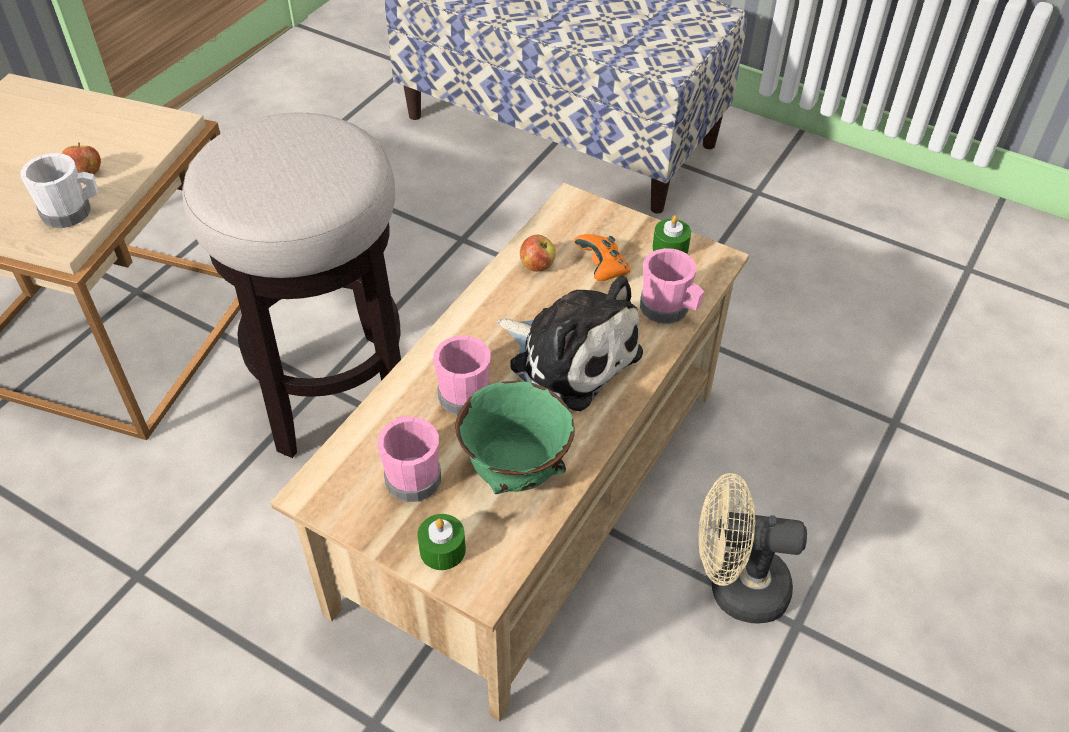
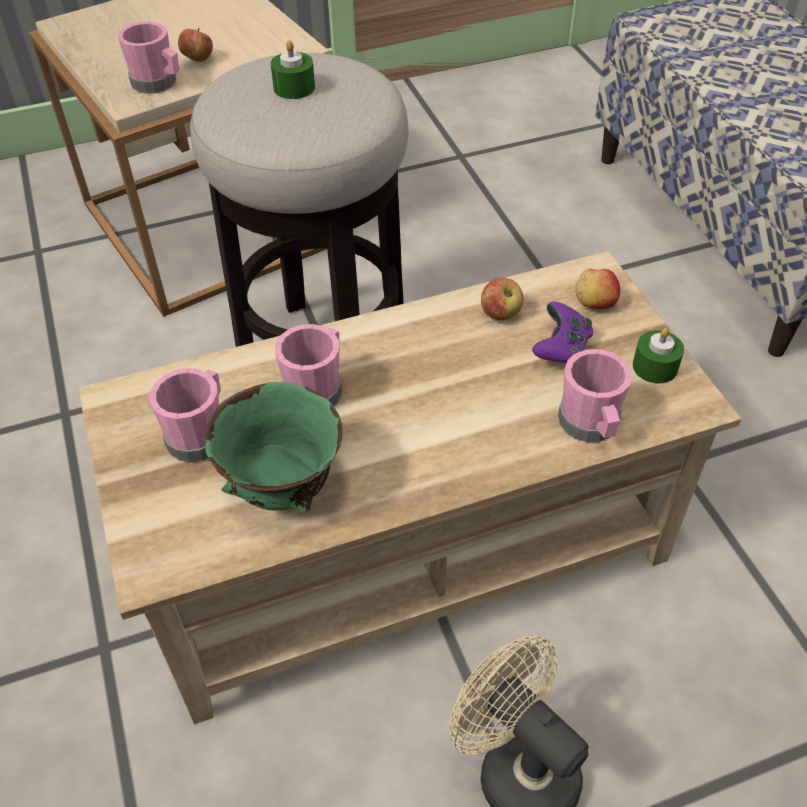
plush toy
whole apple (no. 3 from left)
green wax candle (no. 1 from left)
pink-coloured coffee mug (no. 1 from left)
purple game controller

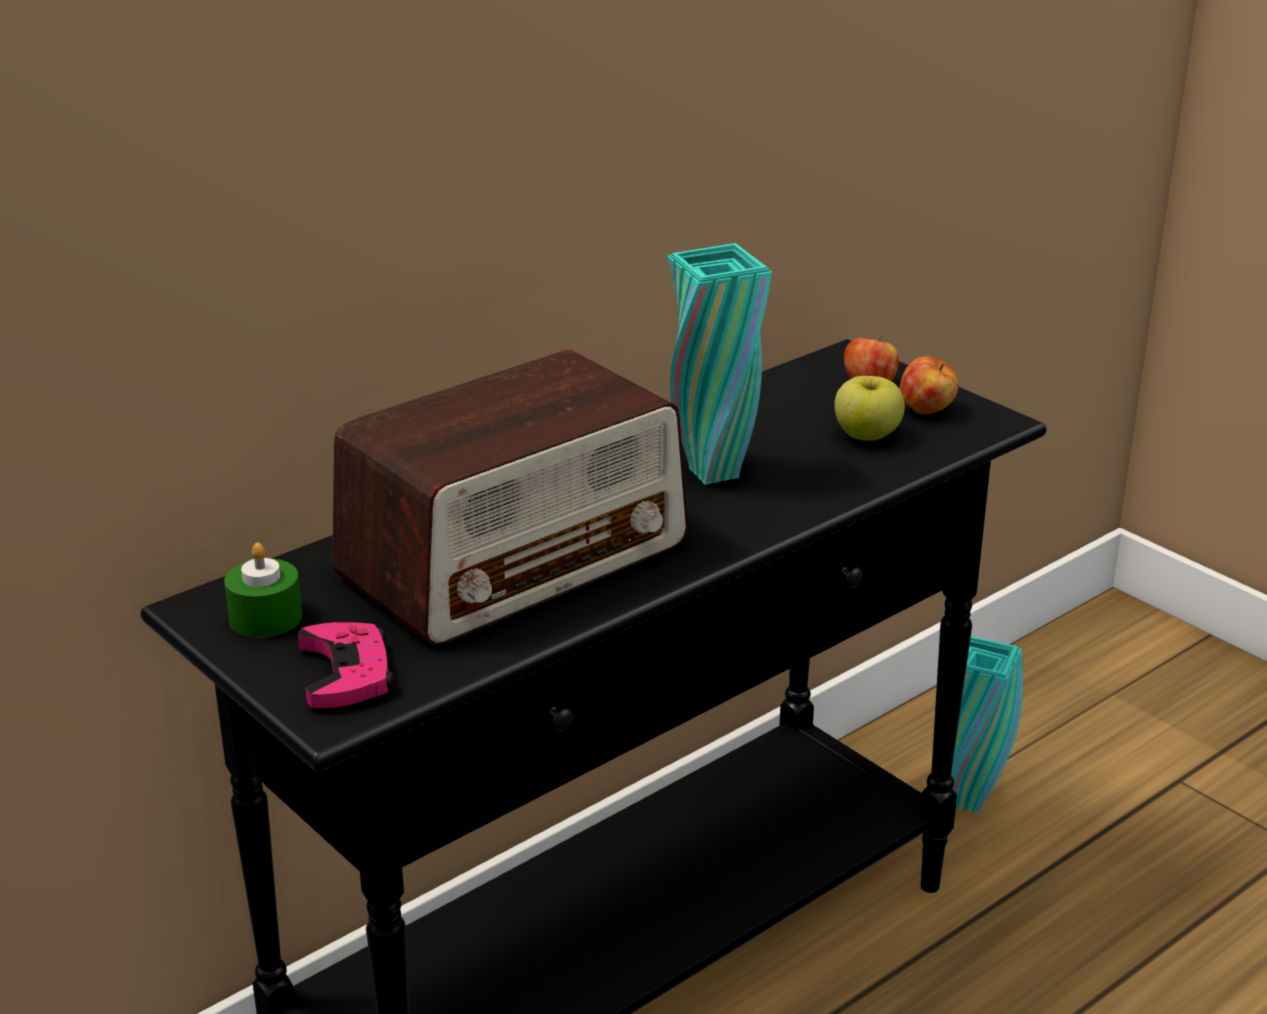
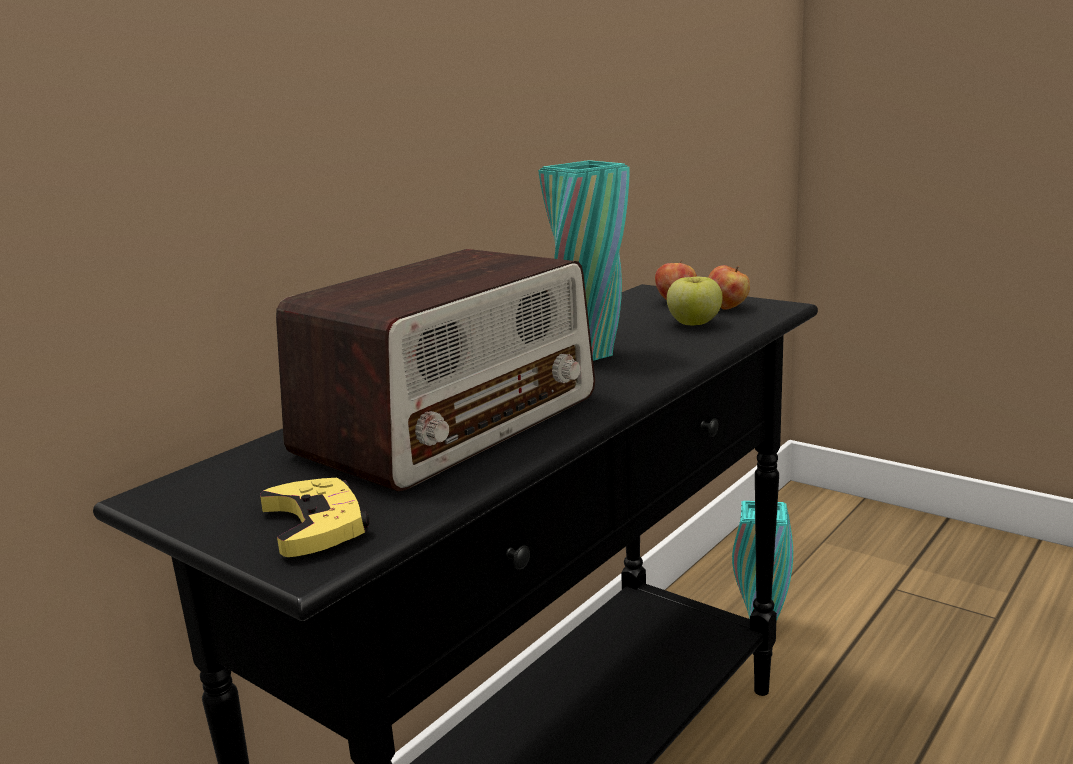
green wax candle
yellowish game controller

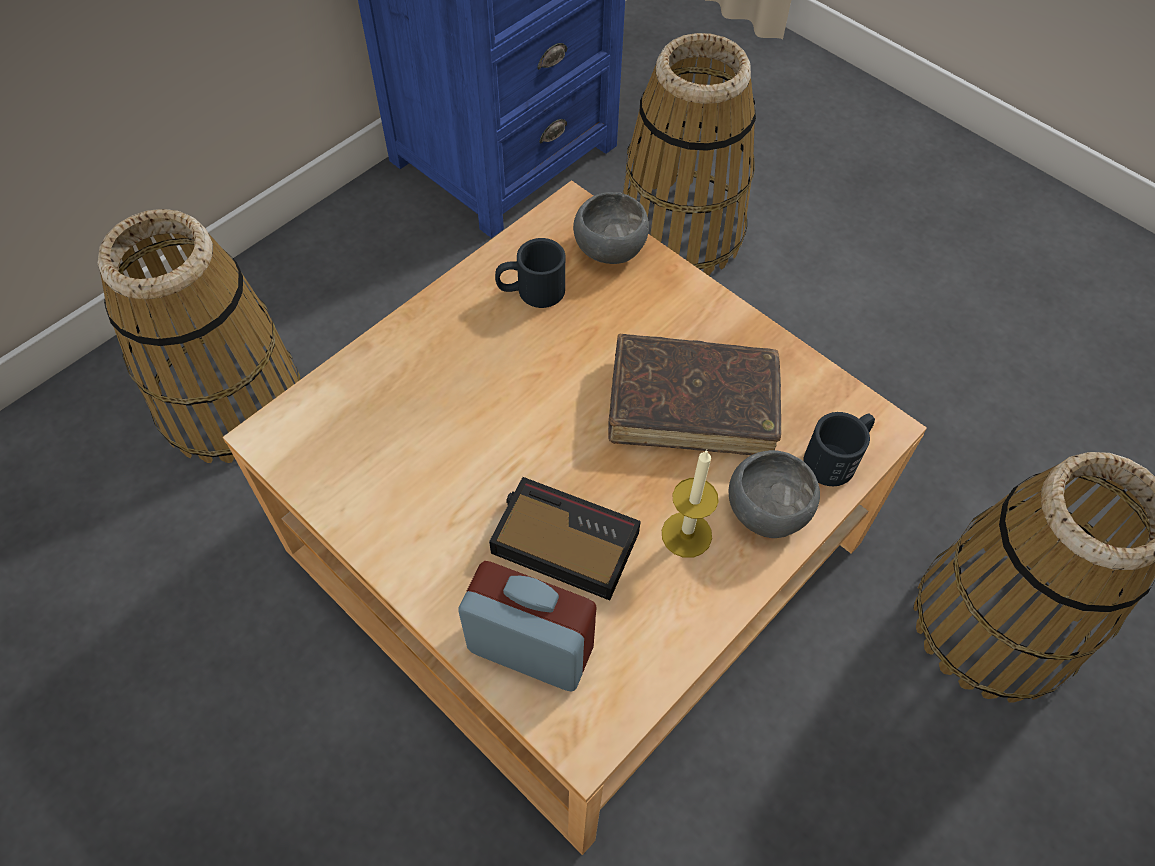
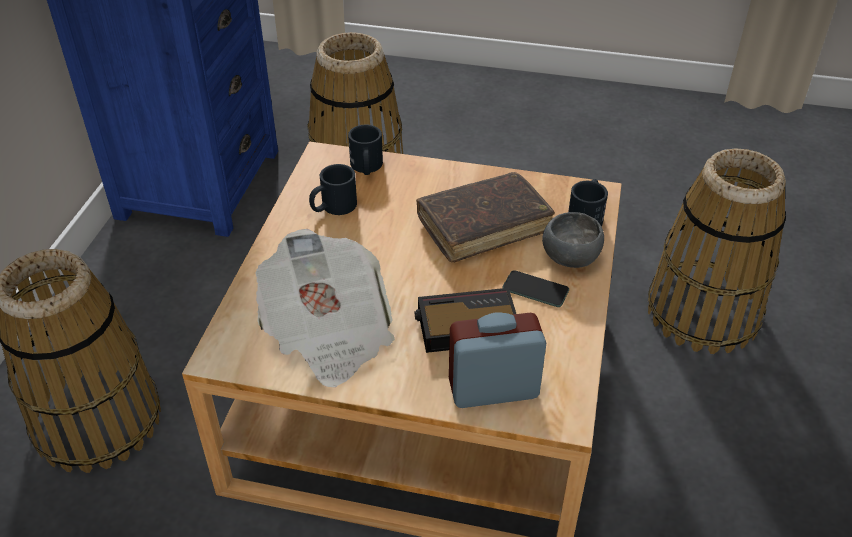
newspaper
blackish coffee mug (no. 2 from left)
telephone

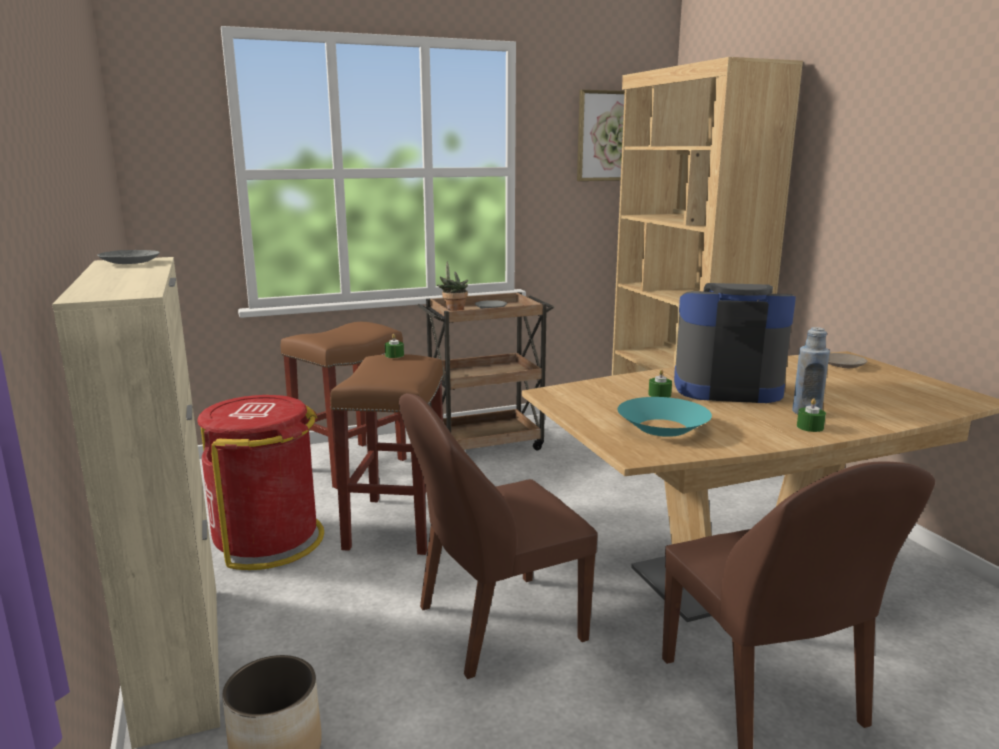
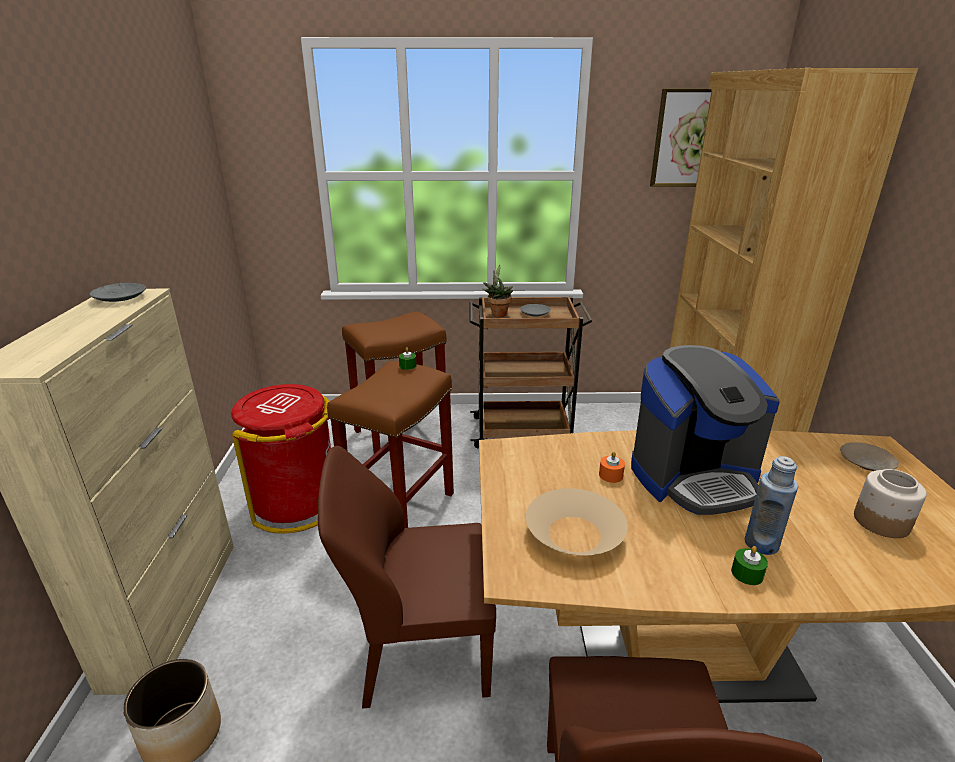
preserve jar
beige-coloured bowl
orangey wax candle
coffee machine

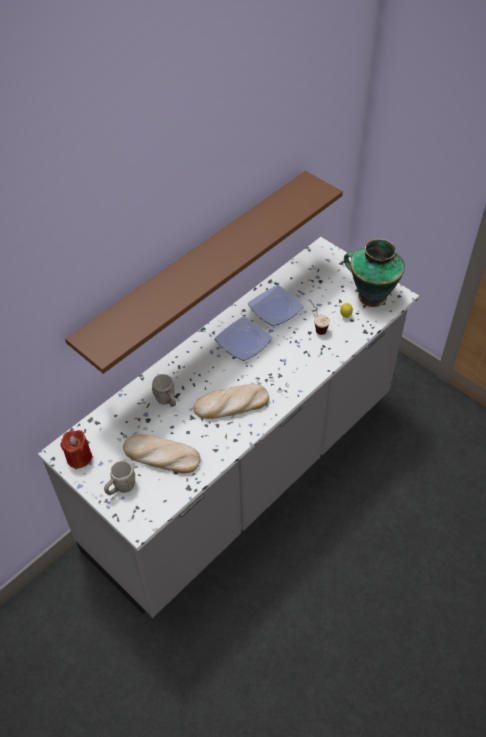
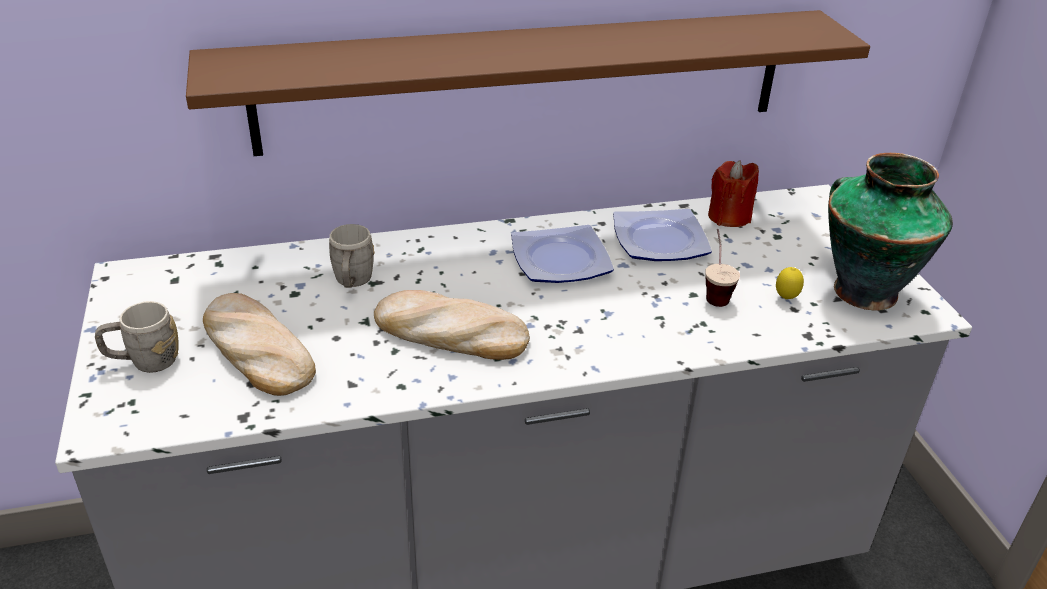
red-coloured wax candle

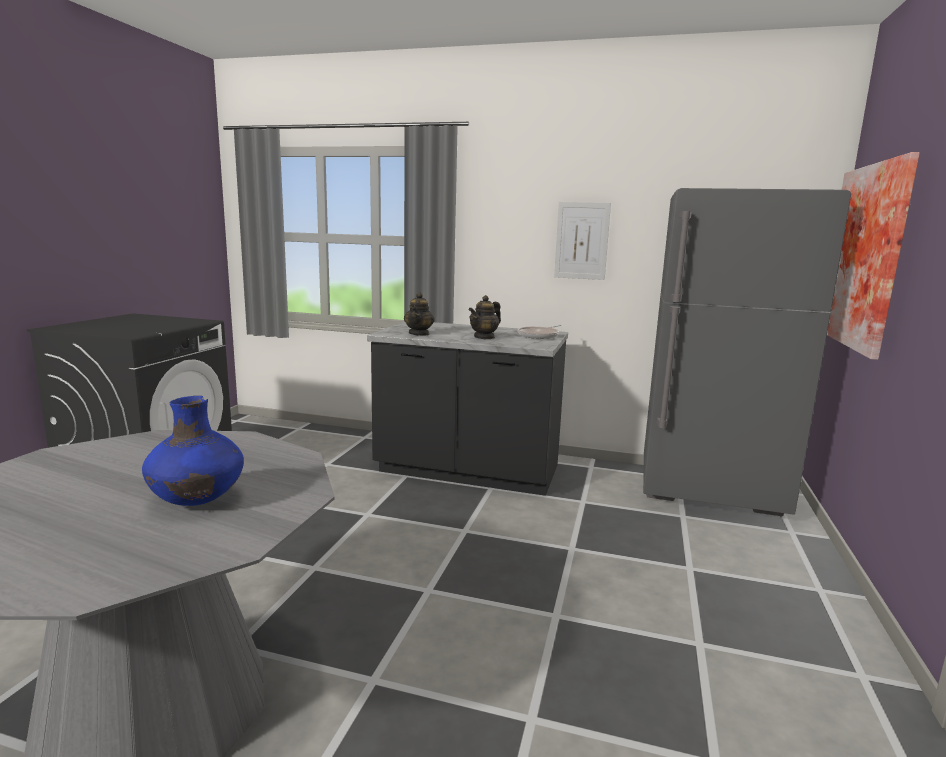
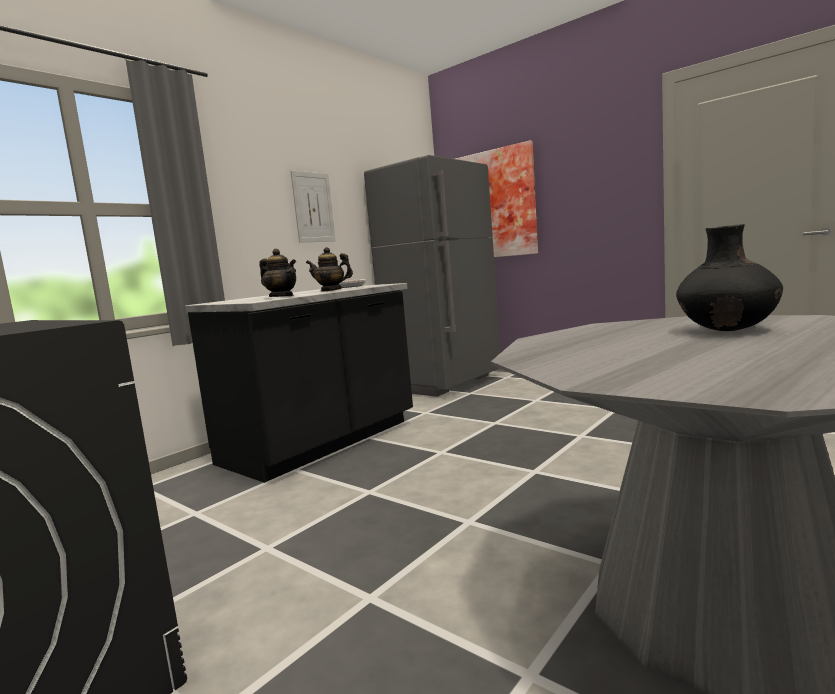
blackish decorative vase
tea pot (no. 2 from left)

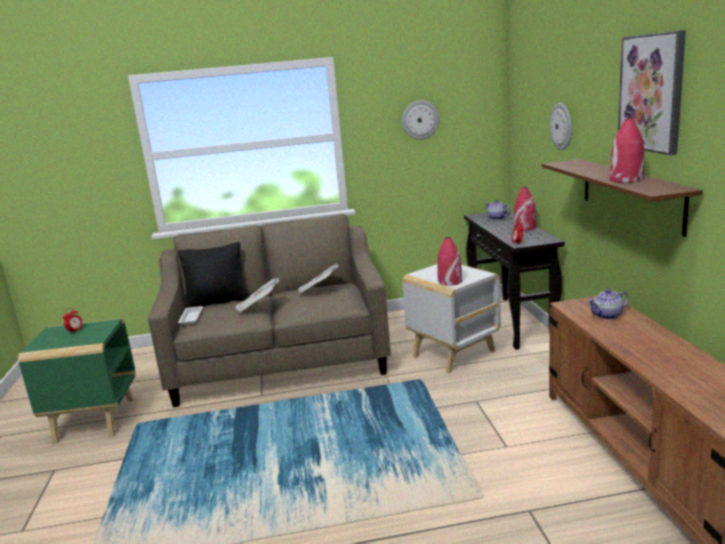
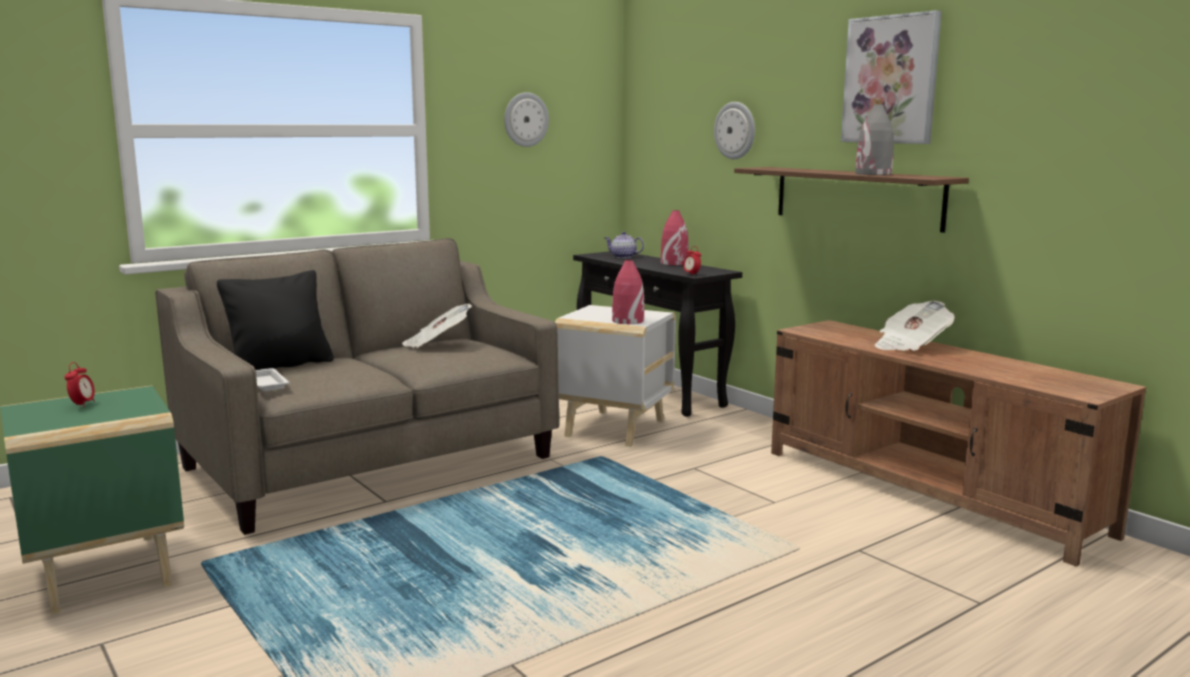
tea pot (no. 2 from left in the first image)
newspaper (no. 2 from left)
greyish decorative vase

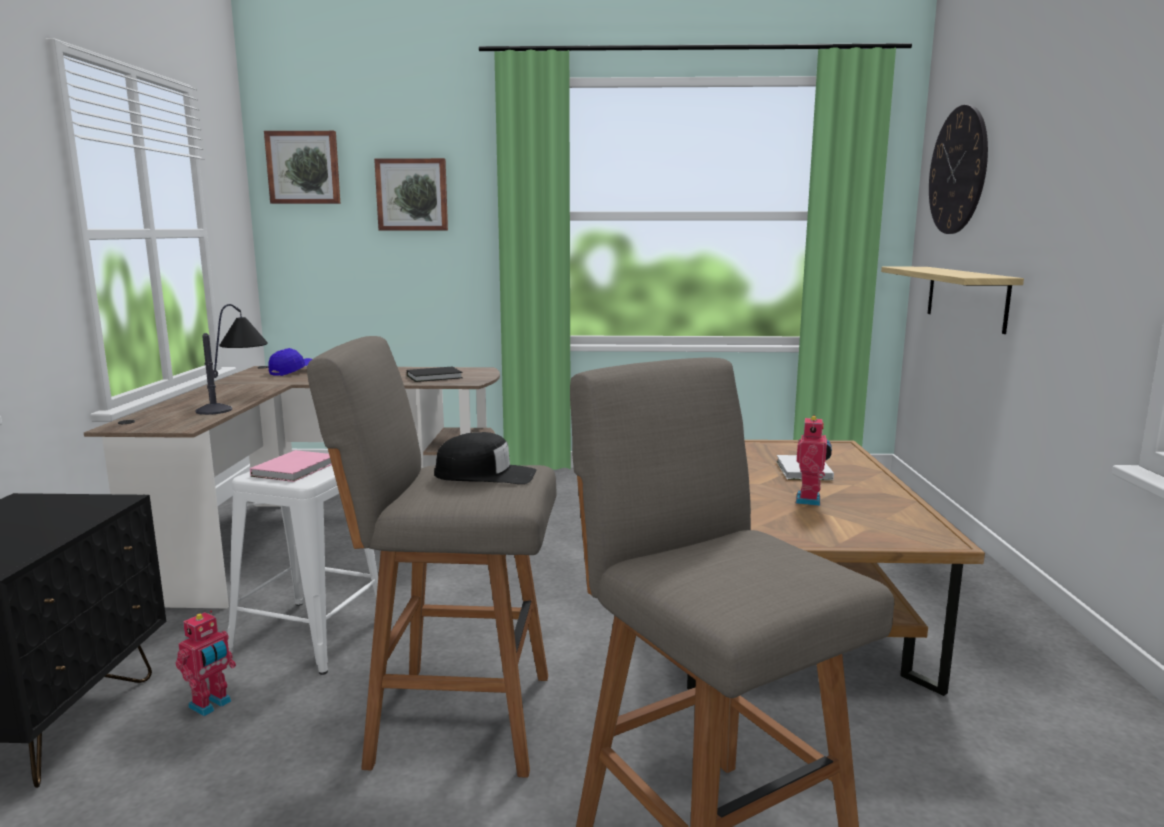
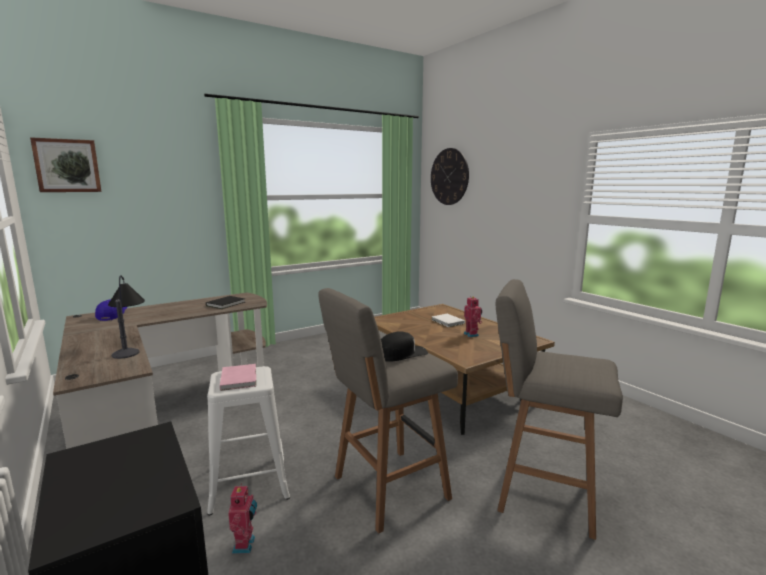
wall picture (no. 2 from left in the first image)
shelf

